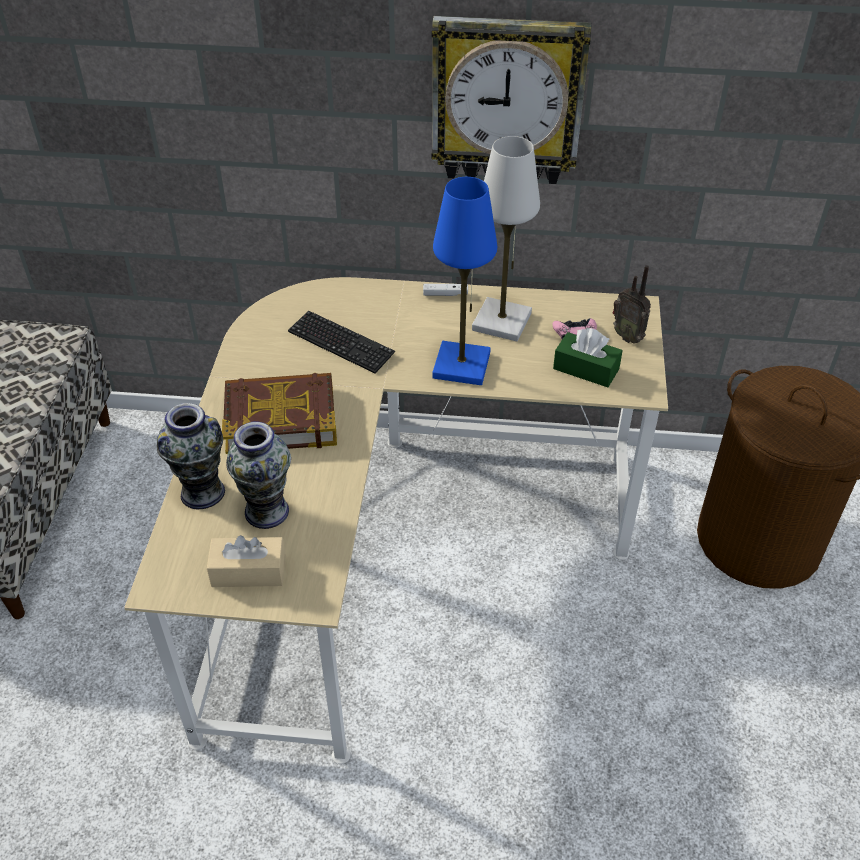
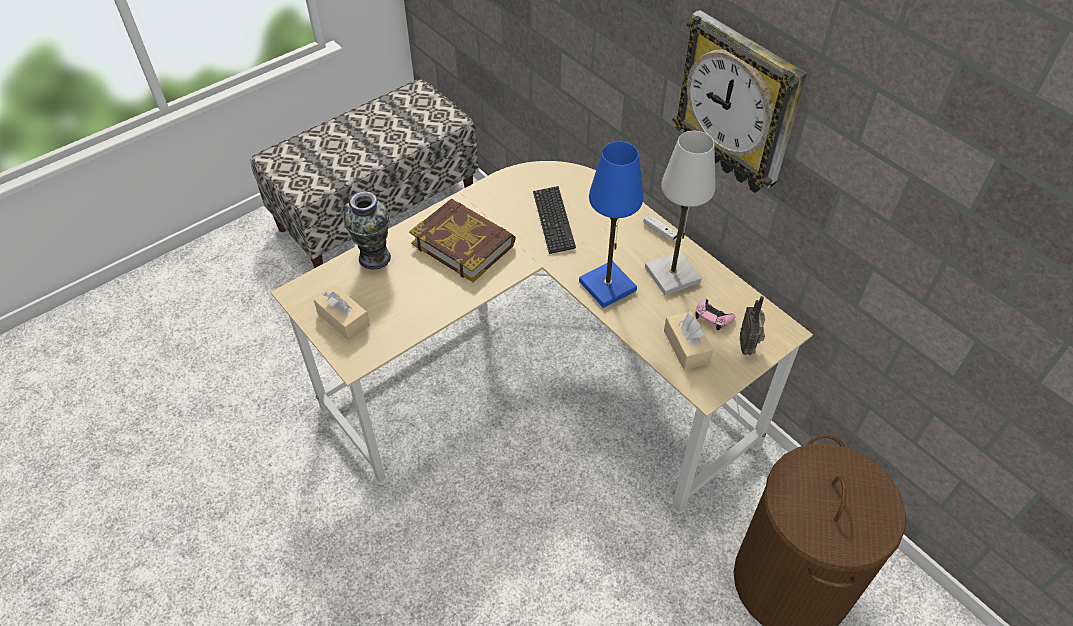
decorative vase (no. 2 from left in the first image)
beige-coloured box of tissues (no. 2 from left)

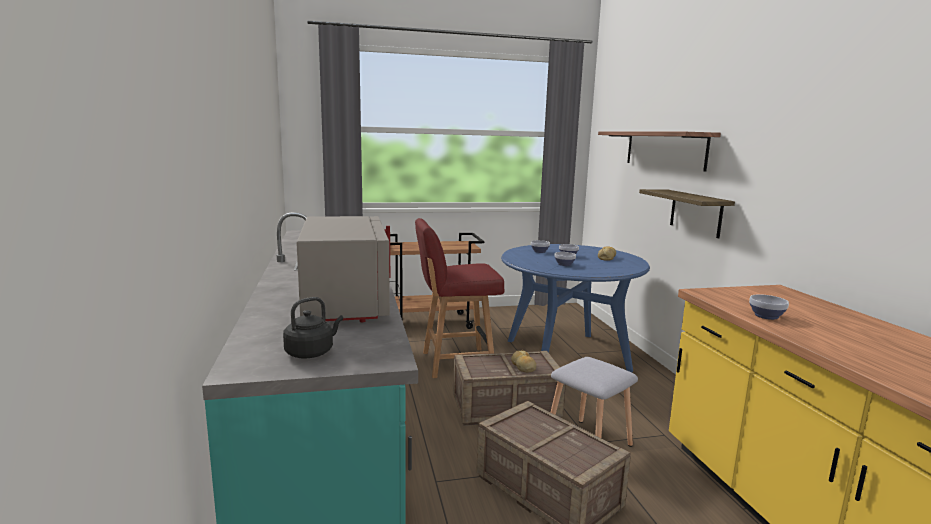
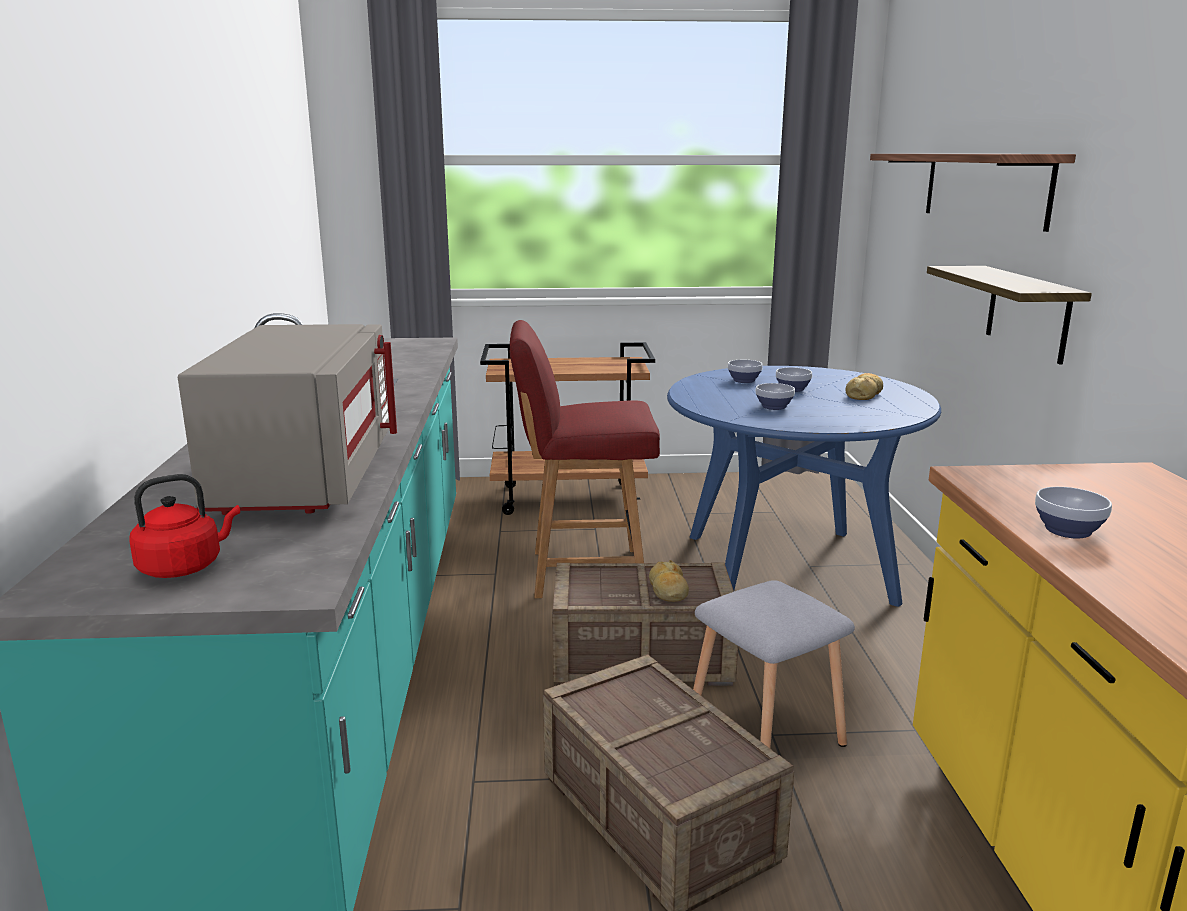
red-coloured water kettle

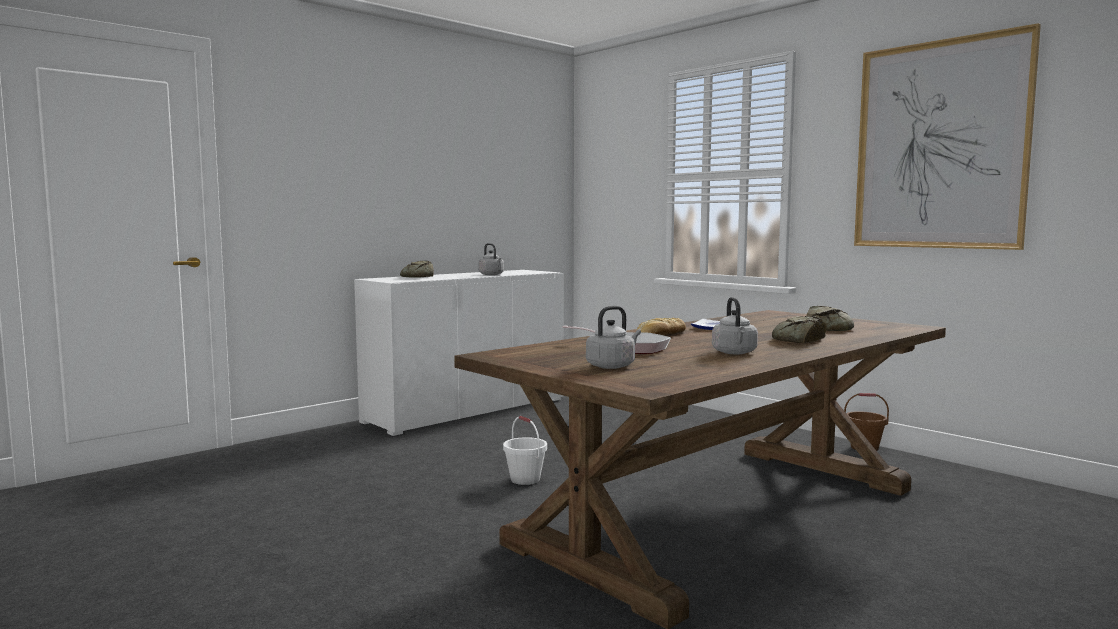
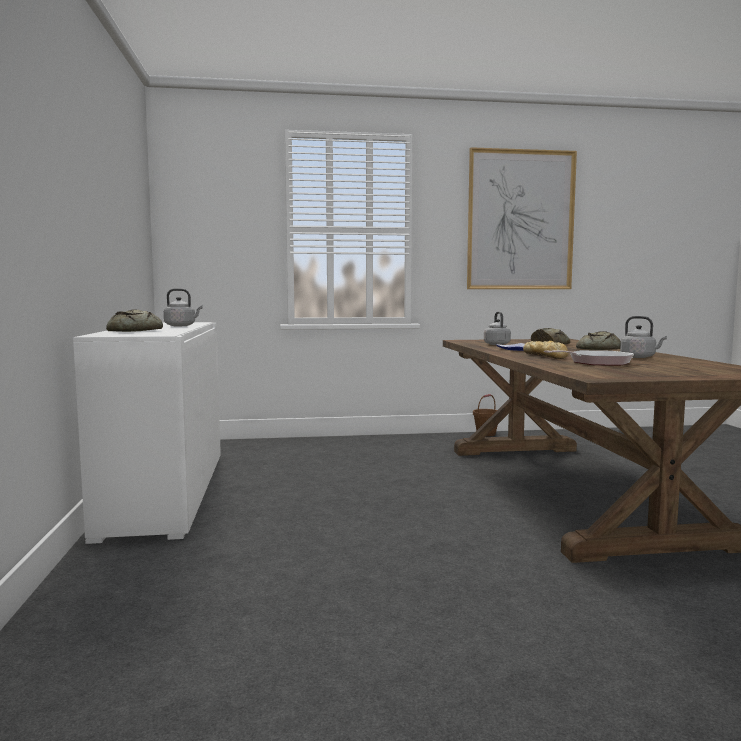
whitish bucket
greyish water kettle (no. 2 from left)

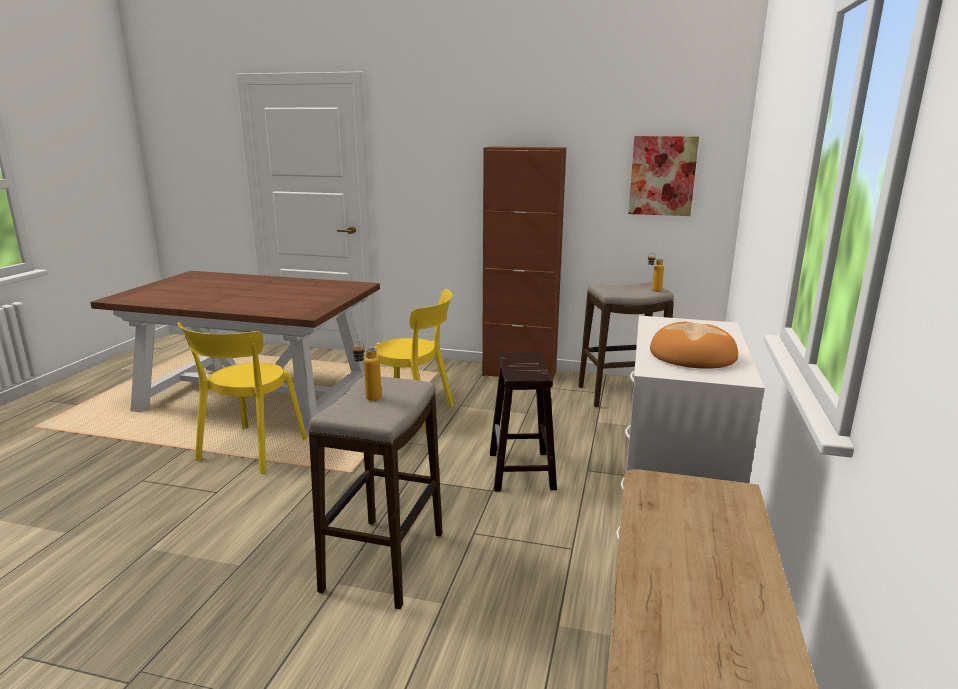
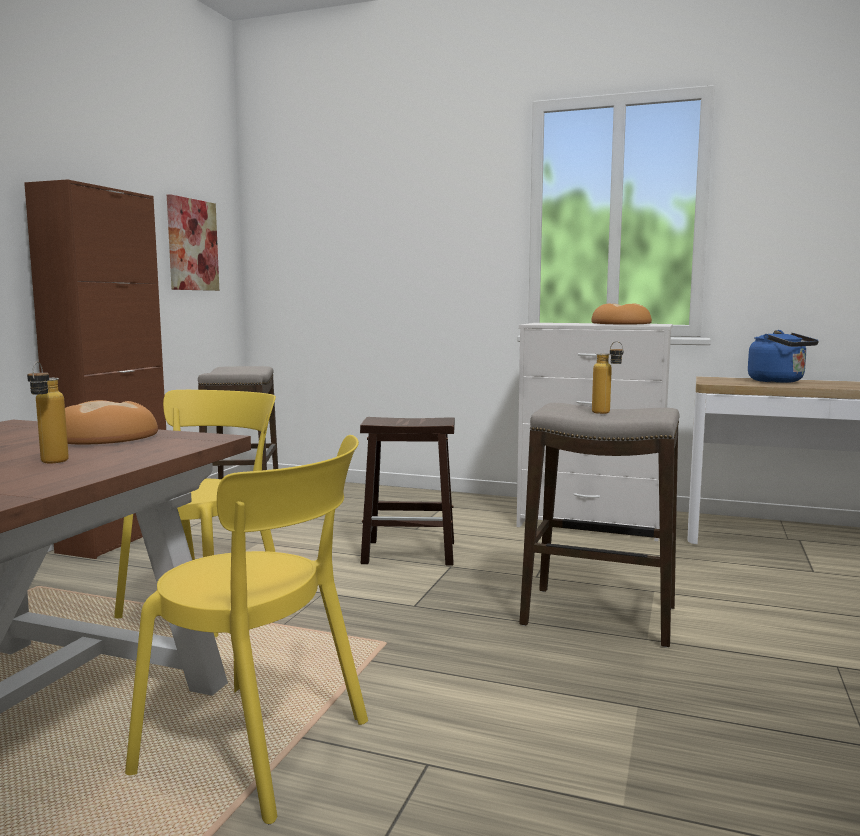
baked bread (no. 1 from left)
bluish water kettle
drink bottle (no. 1 from left)

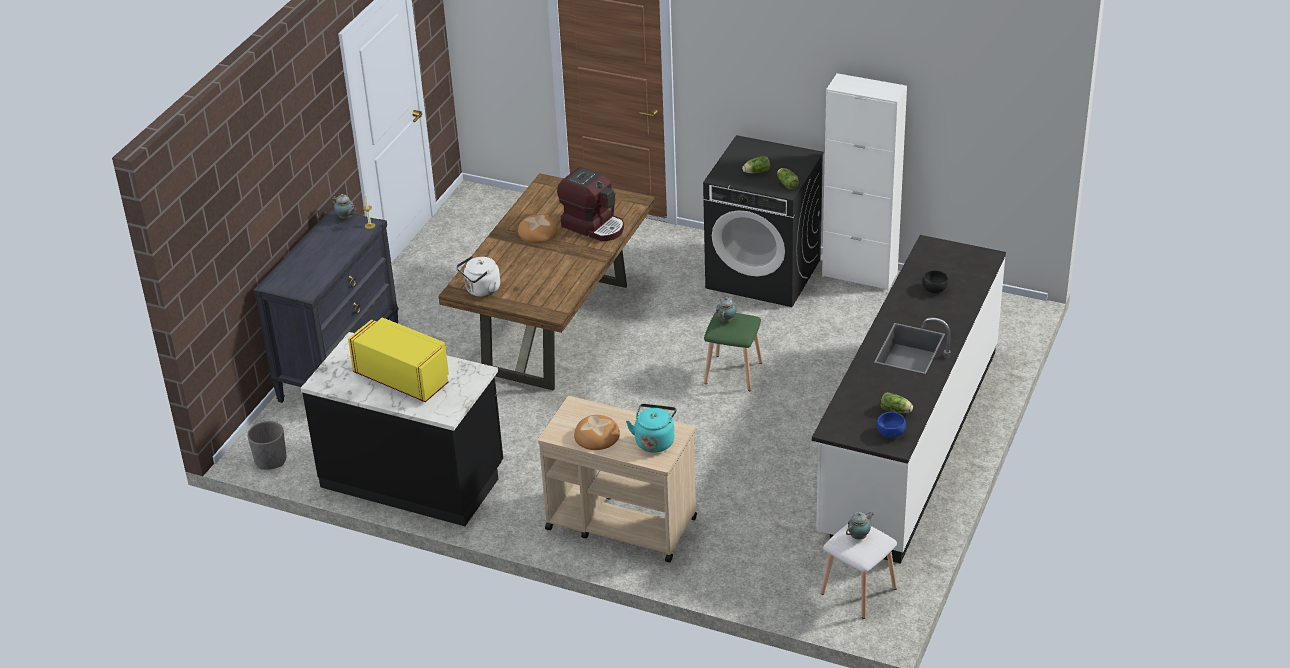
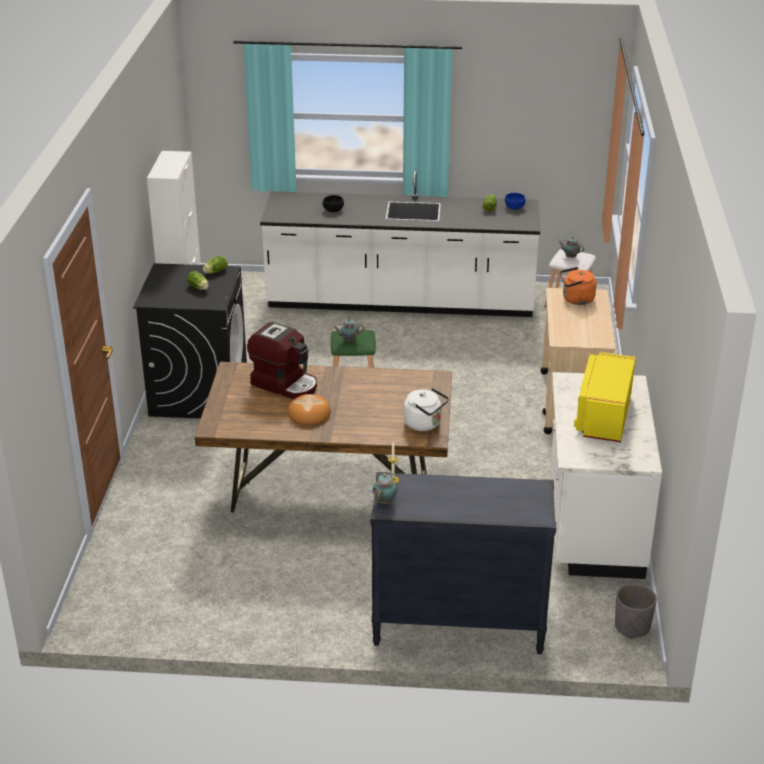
baked bread (no. 2 from left in the first image)
whitish kitchen counter (no. 2 from left)
orangey water kettle
coffee machine

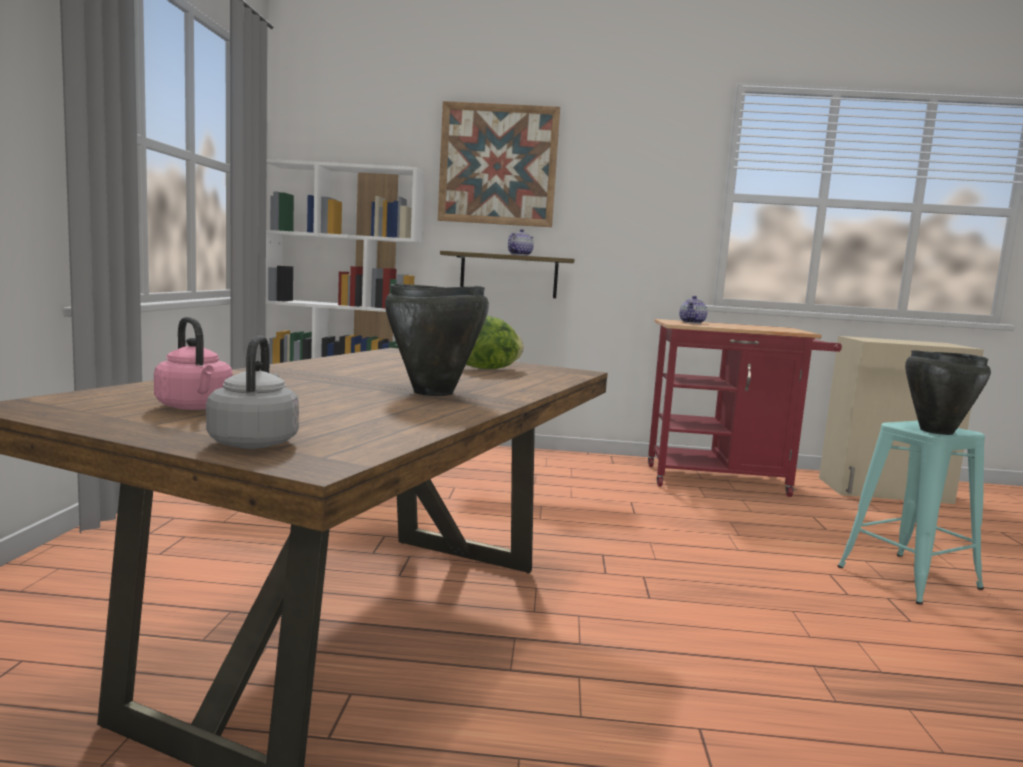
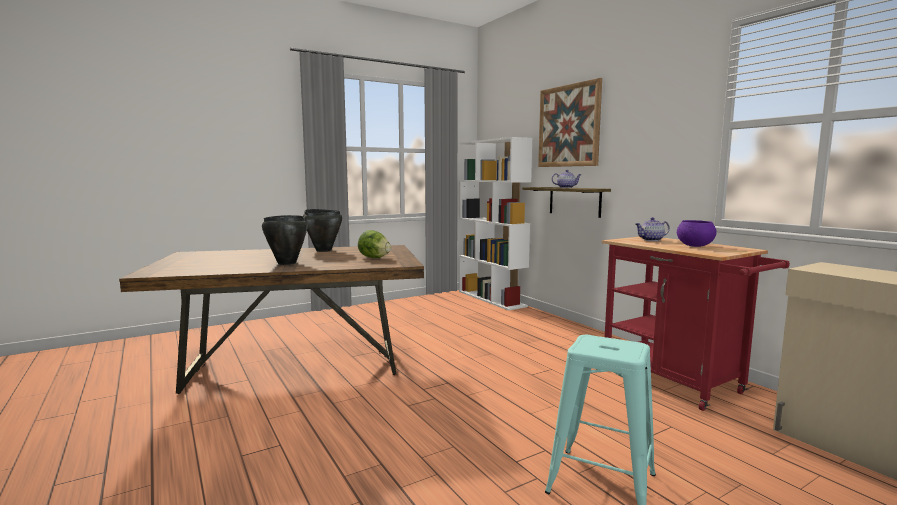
pink-coloured water kettle
greyish water kettle
purple bowl
blackish cooking pot (no. 2 from left)

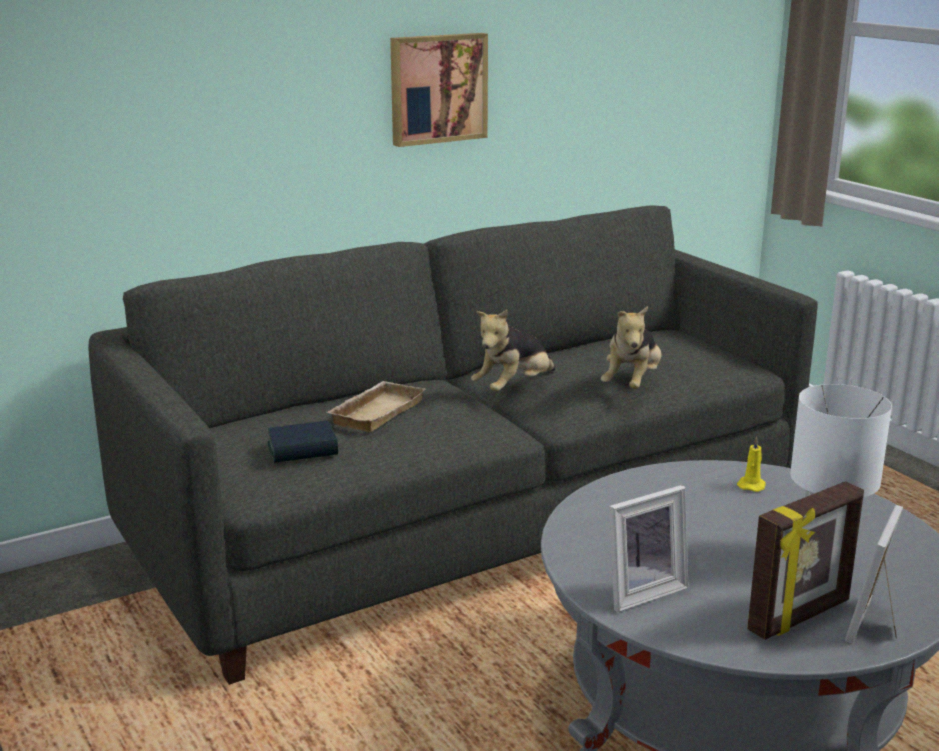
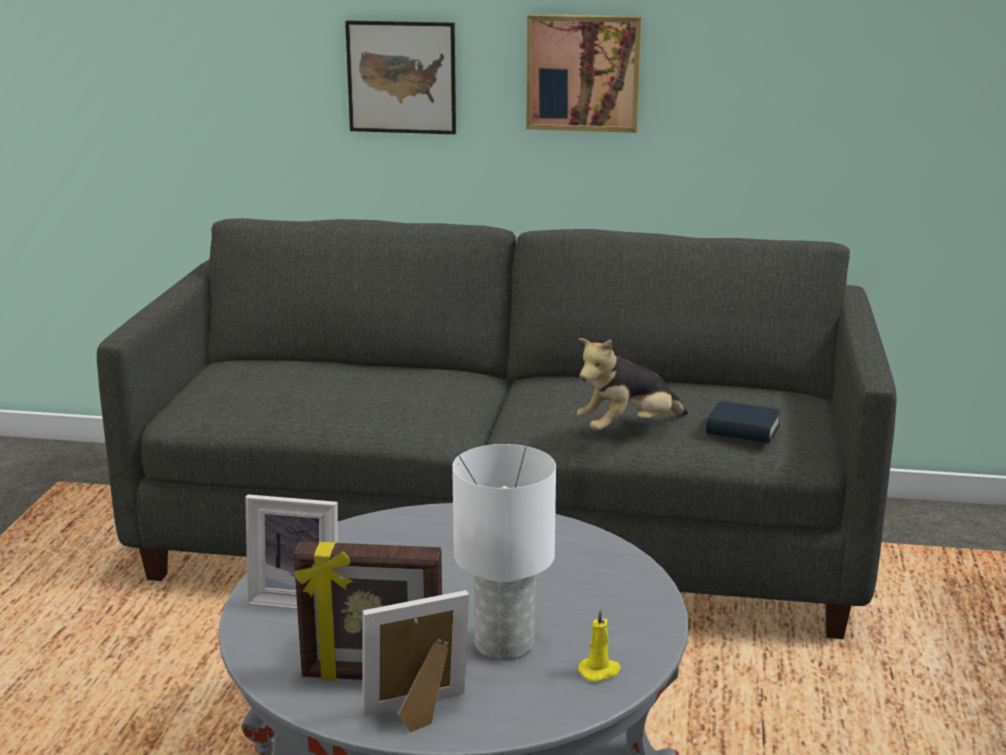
beige-coloured carrying tray
plush toy (no. 1 from left in the first image)
wall picture (no. 1 from left)
book
yellowish wax candle

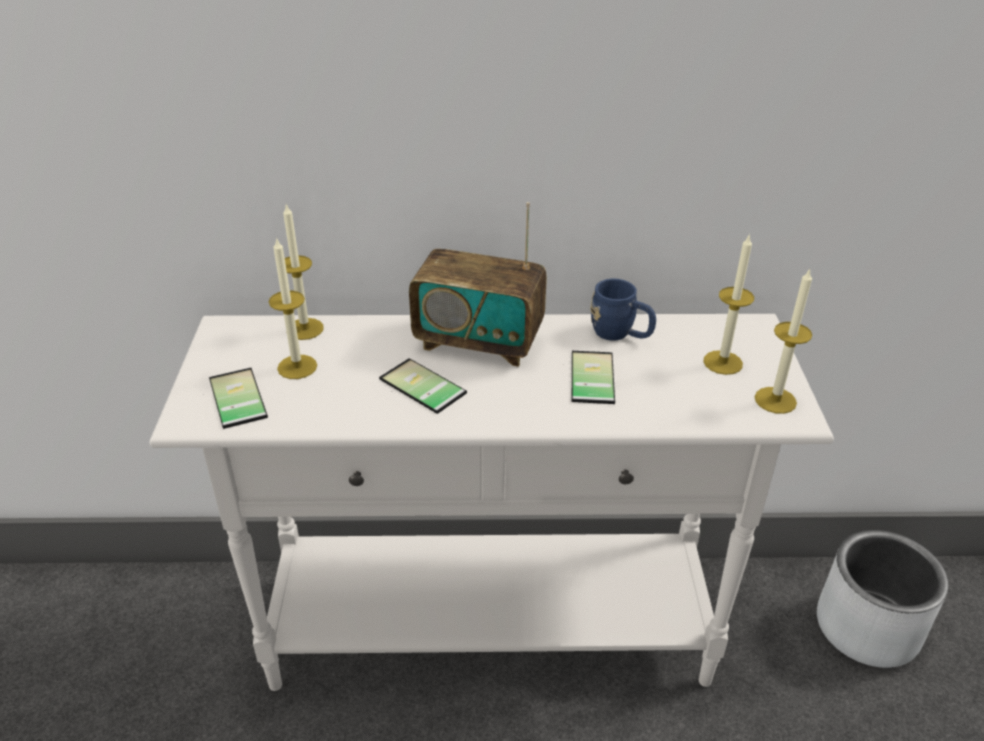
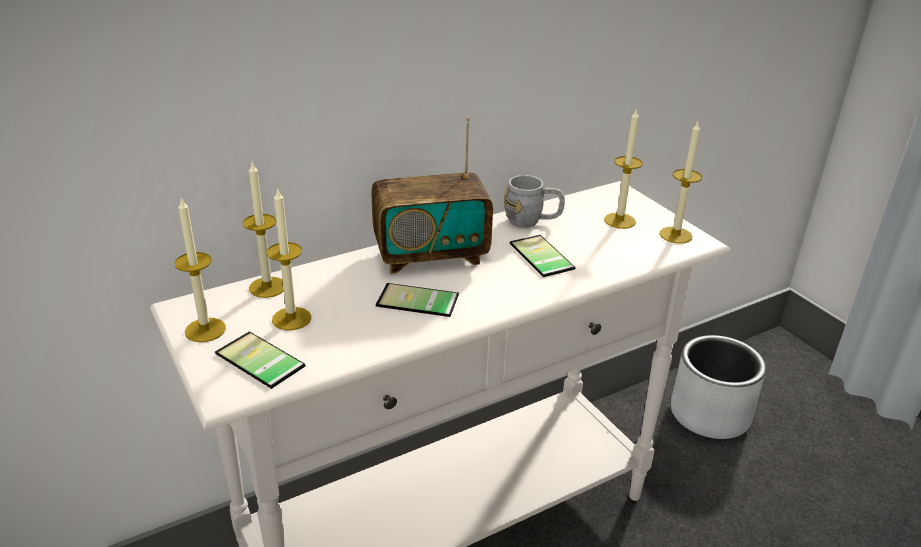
wax candle (no. 1 from left)
greyish coffee mug

